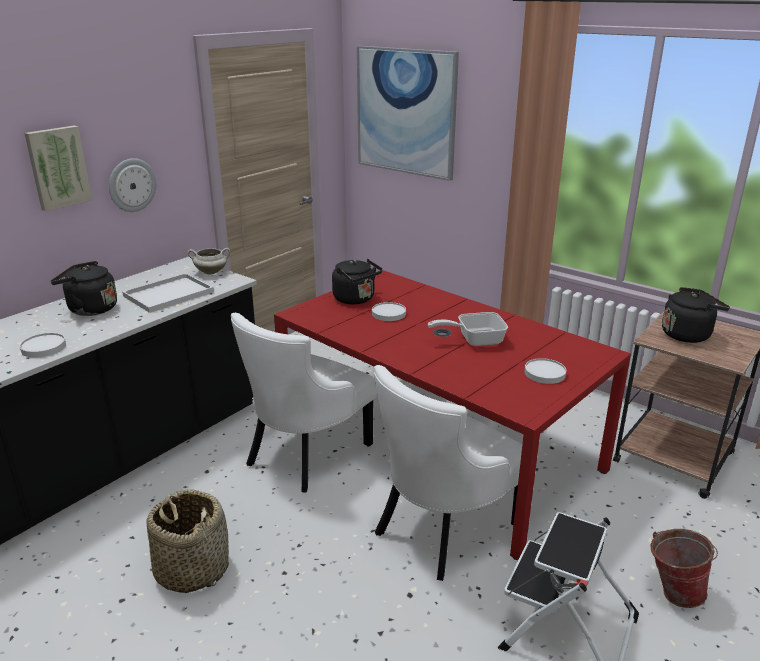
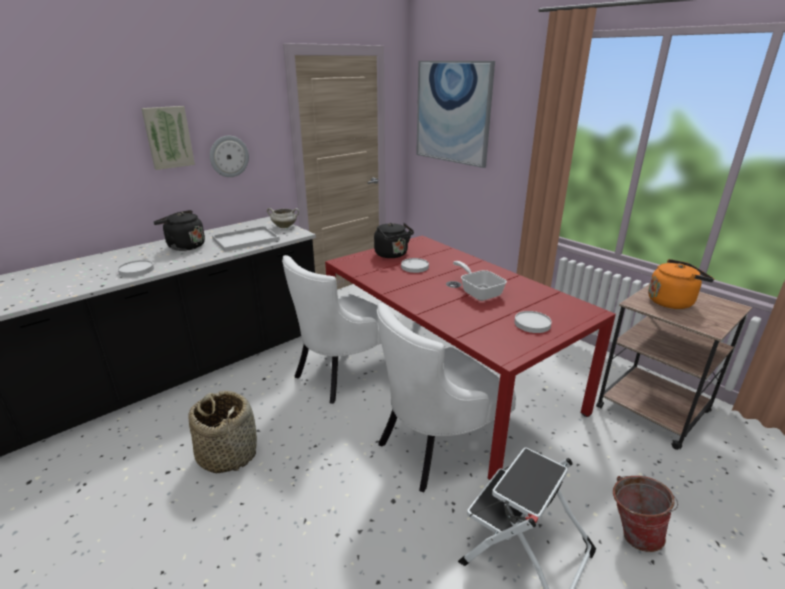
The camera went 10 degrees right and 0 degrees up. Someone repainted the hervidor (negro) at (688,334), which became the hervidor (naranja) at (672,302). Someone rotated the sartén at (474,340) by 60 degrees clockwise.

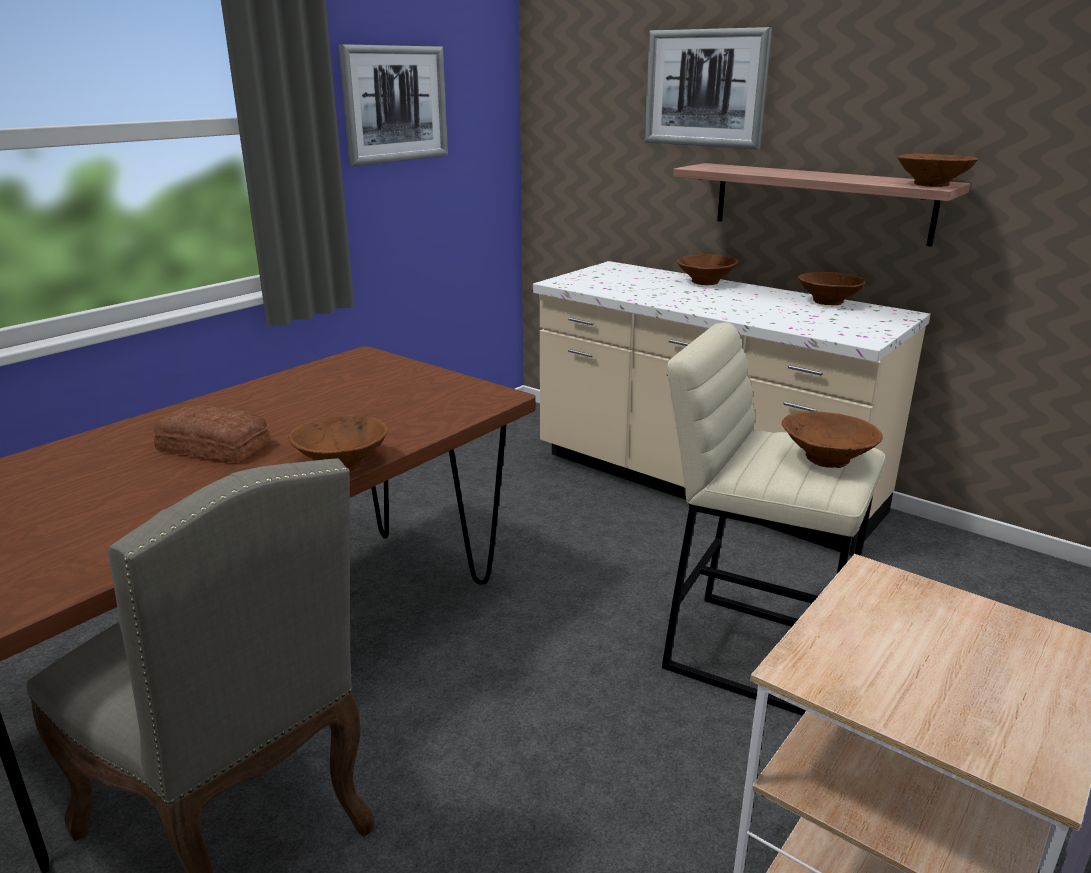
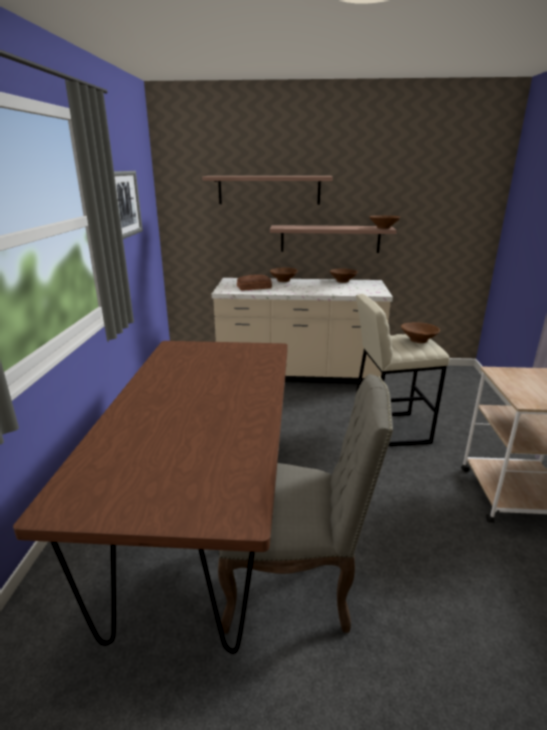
The camera went 35 degrees left and 0 degrees up. Someone took away the cuenco (marrón) at (343,463). Someone carried the pan from (214,446) to (253,287). Someone swapped the cuadro at (705,88) for the estante at (269,190).

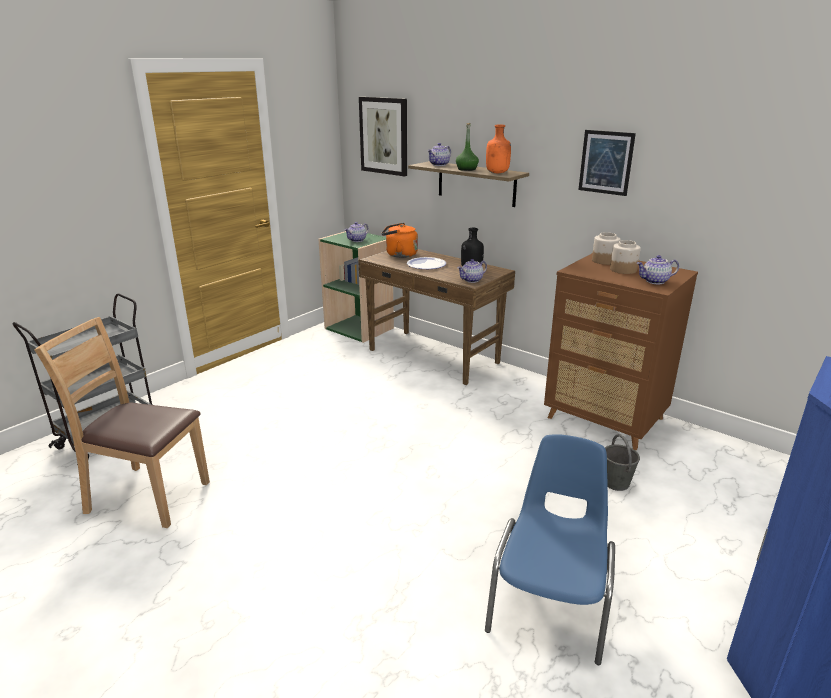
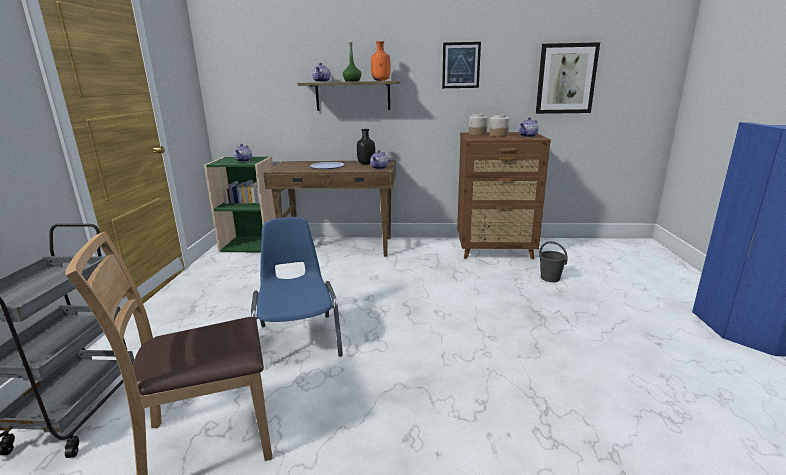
The camera went 35 degrees left and 5 degrees down. Someone took away the hervidor (naranja) at (399,255). Someone carried the cuadro from (384,136) to (566,79). Someone carried the silla (azul) from (550,602) to (298,339).

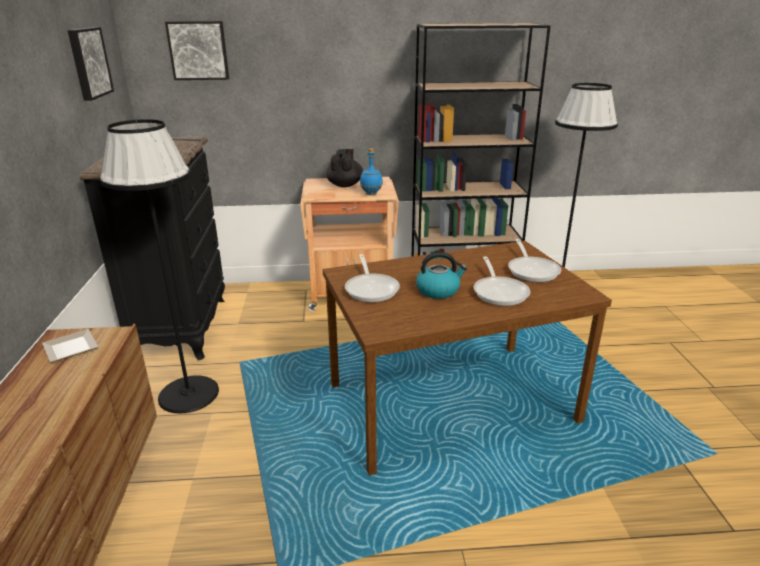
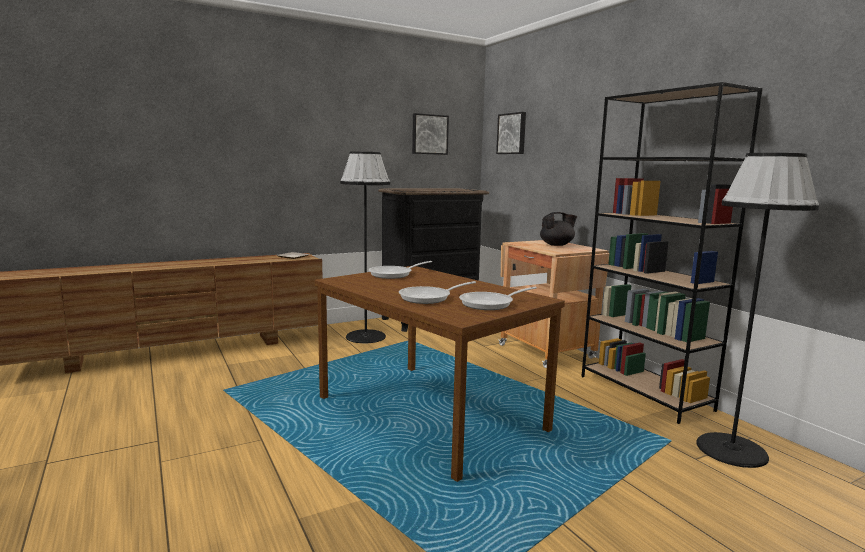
The camera went 65 degrees right and 15 degrees down. Someone took away the botella (azul) at (371,194). Someone took away the hervidor at (438,290).

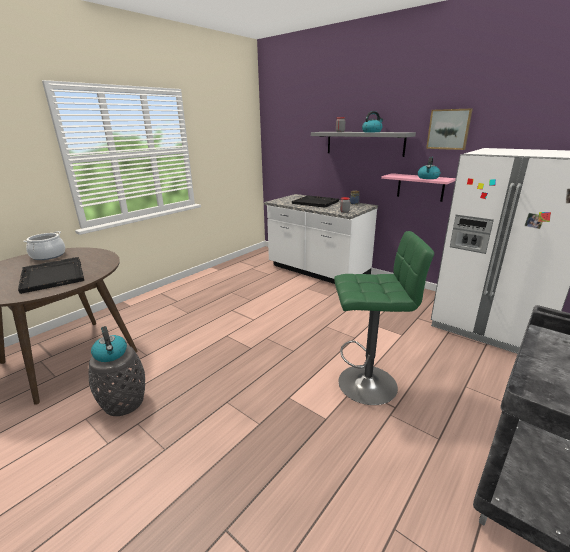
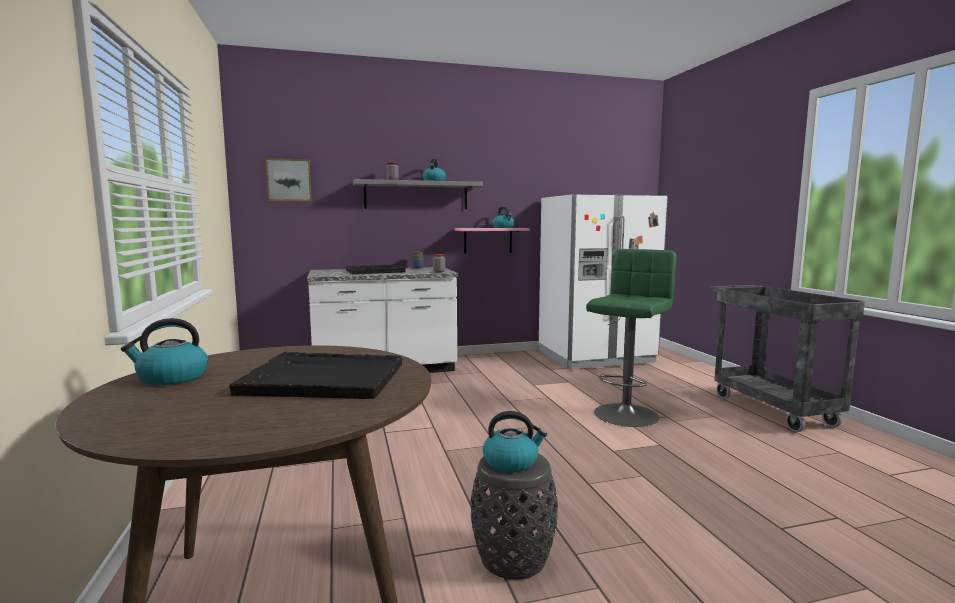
The camera went 55 degrees left and 15 degrees down. Someone carried the cuadro from (449,129) to (289,180). Someone swapped the olla at (48,256) for the hervidor at (171,378).

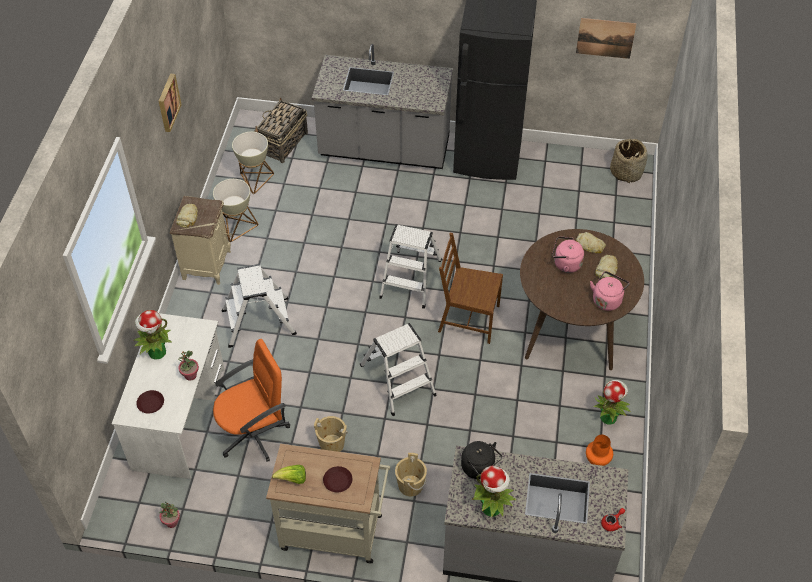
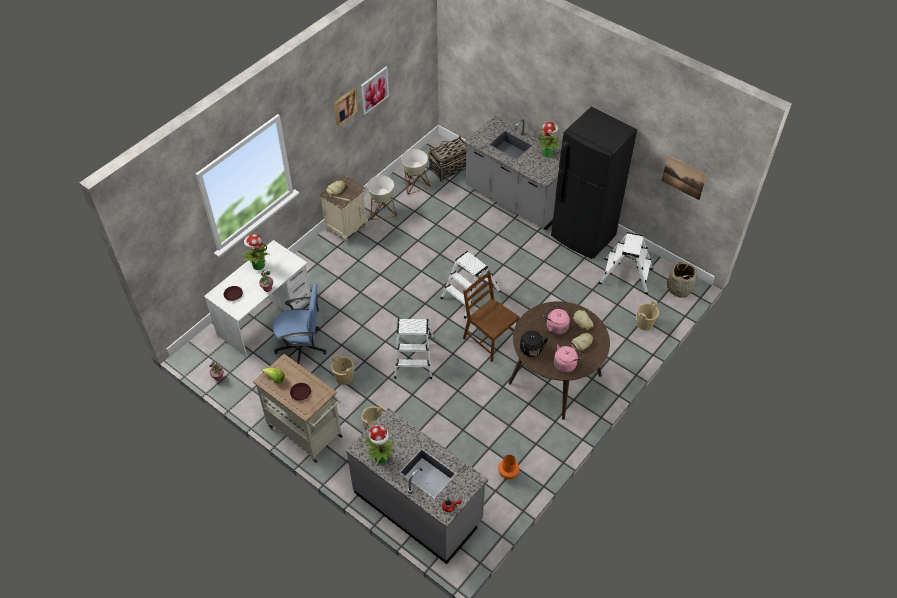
The camera went 30 degrees right and 0 degrees up. Someone put up the cuadro at (374,90). Someone put down the cubo (beis) at (645,323). Someone carried the escalera de tijera (blanco) from (258,322) to (625,276). Someone carried the hervidor (negro) from (479,468) to (531,350). Someone carried the planta en maceta from (608,417) to (547,153). Someone repainted the silla de oficina (naranja) at (254,433), which became the silla de oficina (azul) at (302,347).

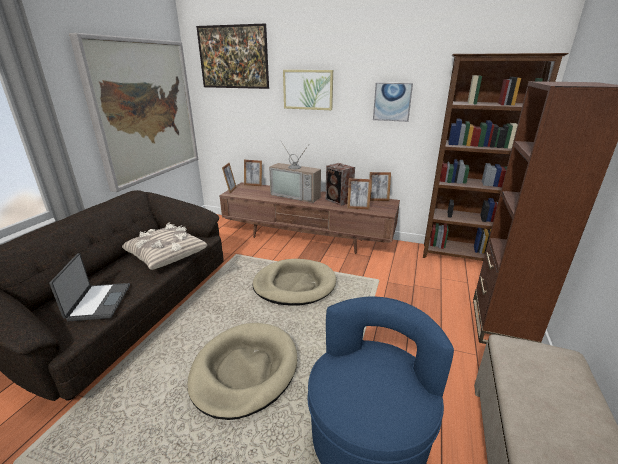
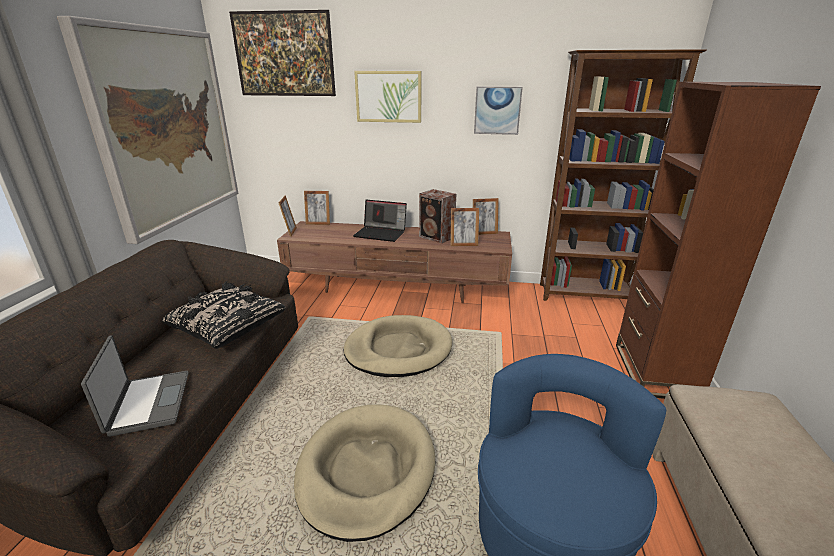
The camera went 10 degrees left and 0 degrees up. Someone swapped the televisor at (297,195) for the portátil at (381,233). Someone repainted the cojín (beis) at (167,257), which became the cojín (negro) at (228,329).

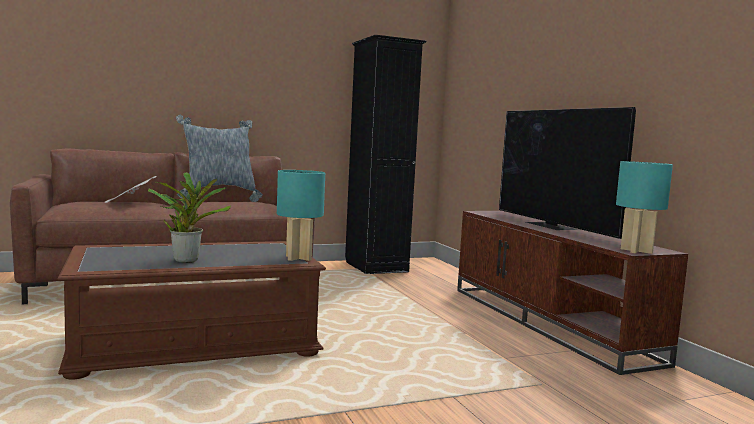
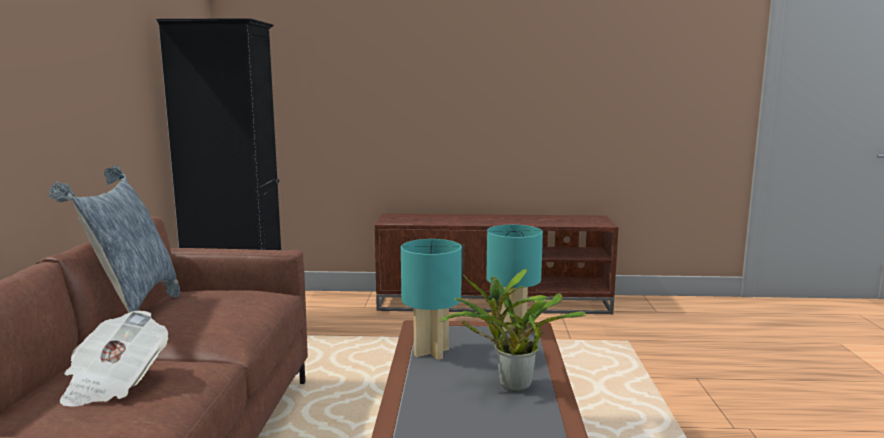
The camera went 65 degrees left and 5 degrees up. Someone took away the televisor at (552,225). Someone carried the lámpara de mesa (turquesa) from (636,251) to (432,352).

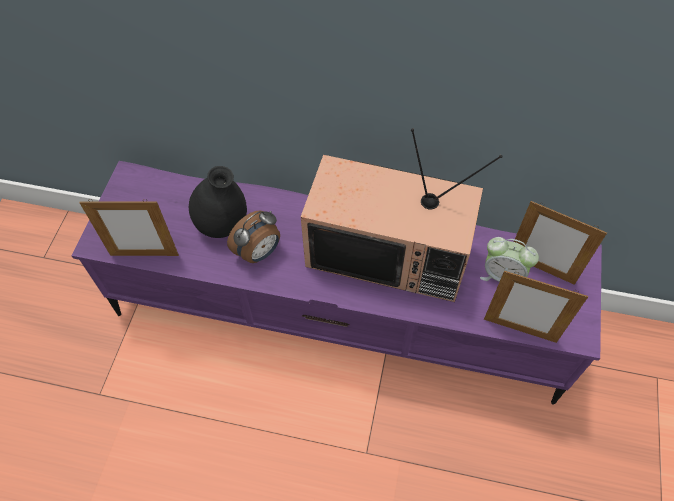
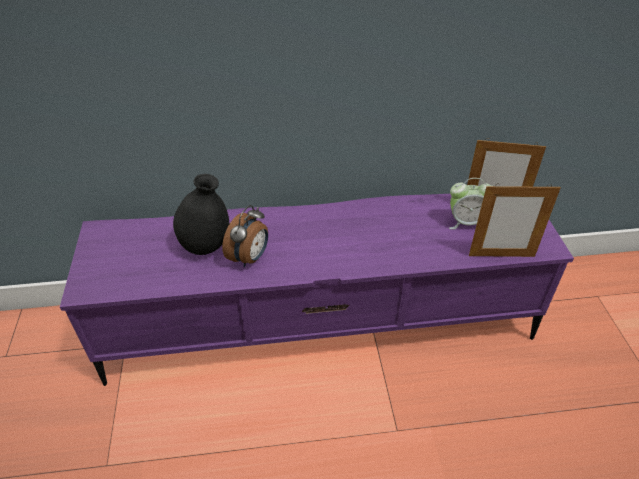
The camera went 20 degrees left and 15 degrees down. Someone took away the portarretratos at (144,255). Someone took away the televisor at (390,251).

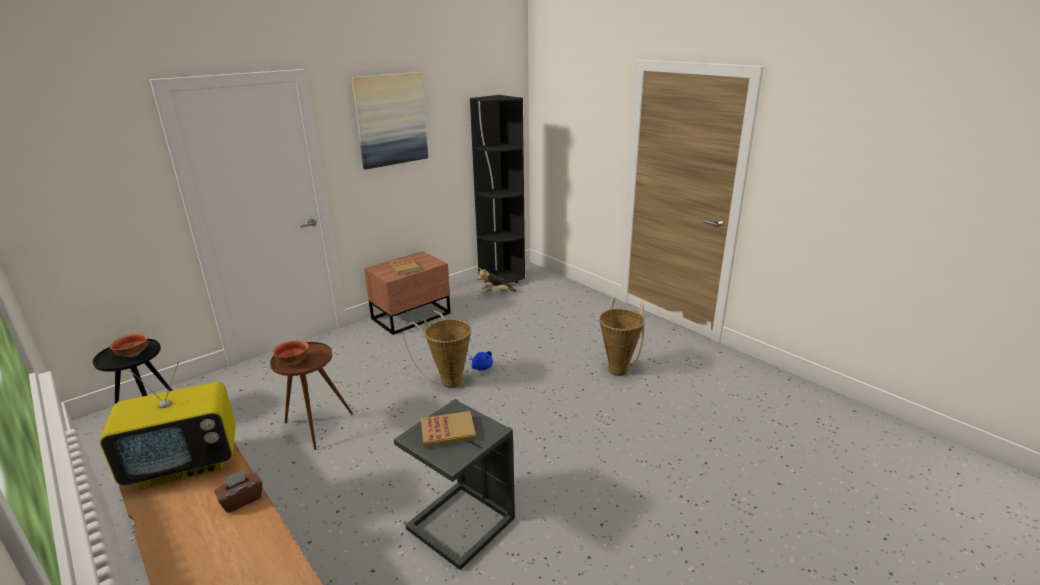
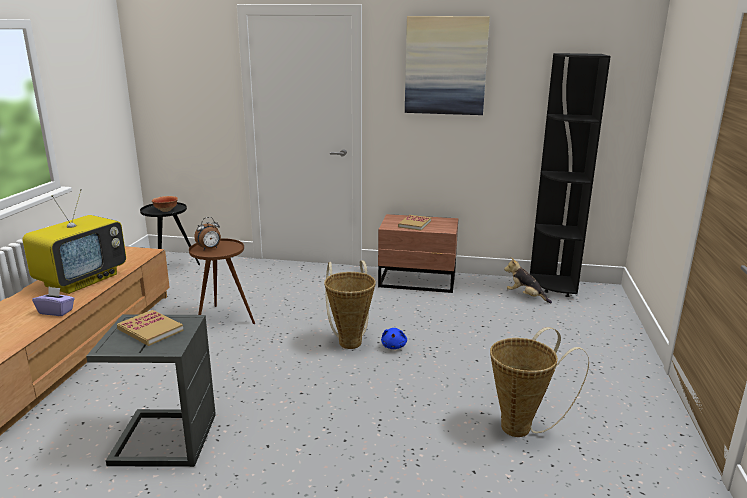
The camera went 50 degrees right and 5 degrees down. Someone swapped the cuenco at (293,361) for the despertador at (210,249). Someone repainted the caja de pañuelos (marrón) at (242,500), which became the caja de pañuelos (morado) at (56,312). Someone rotated the televisor at (186,464) by 90 degrees counterclockwise.

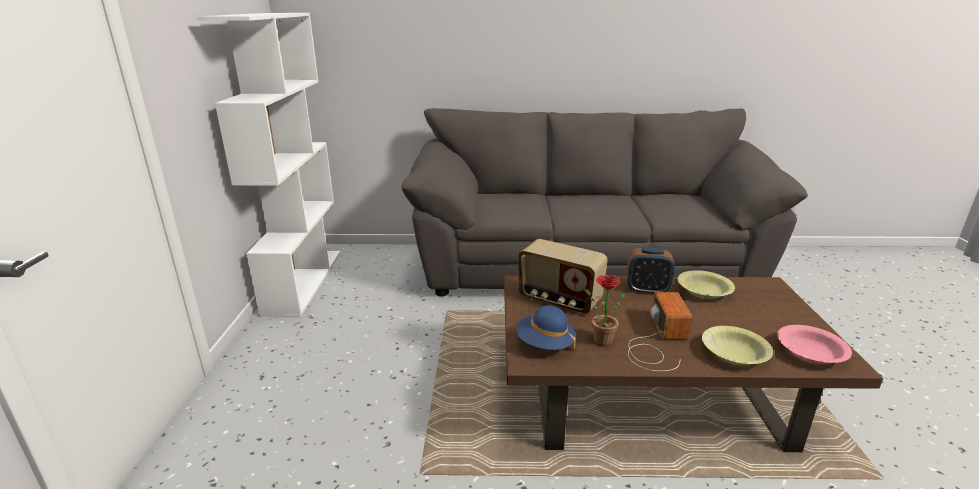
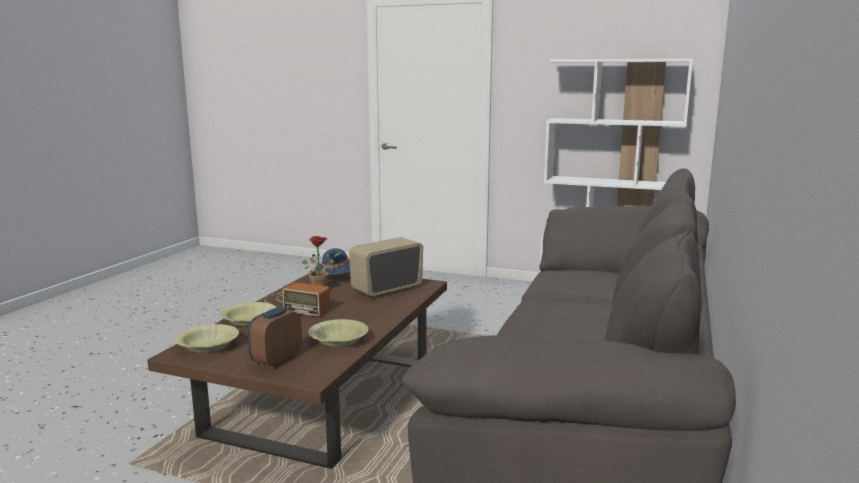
The camera went 110 degrees right and 10 degrees down. Someone carried the despertador from (647,290) to (276,361). Someone repainted the cuenco (rosa) at (810,353), which became the cuenco (amarillo) at (208,346).

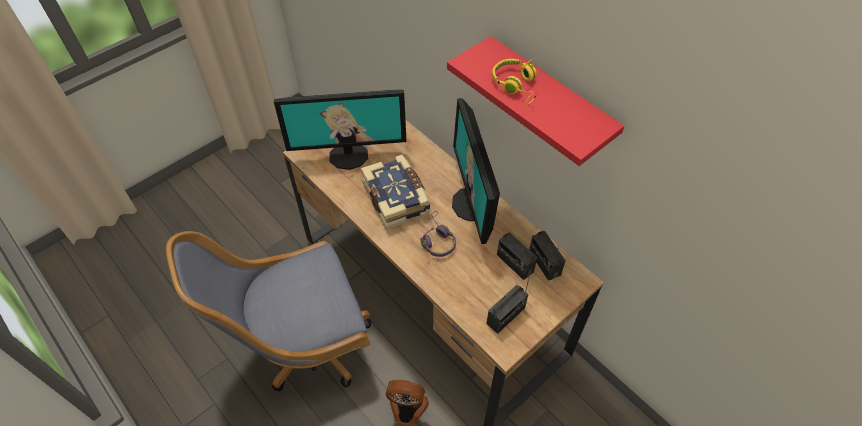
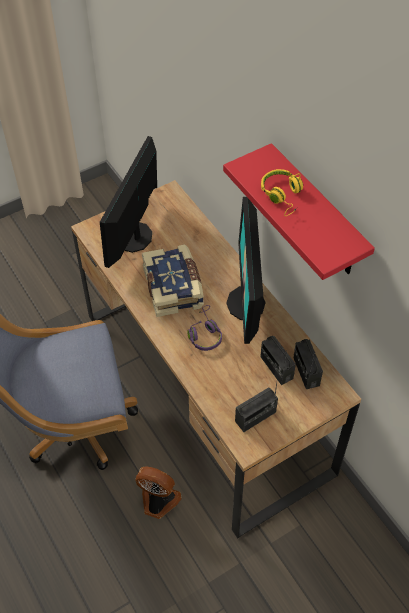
The camera went 10 degrees right and 0 degrees up. Someone rotated the monitor at (348,155) by 105 degrees clockwise.

